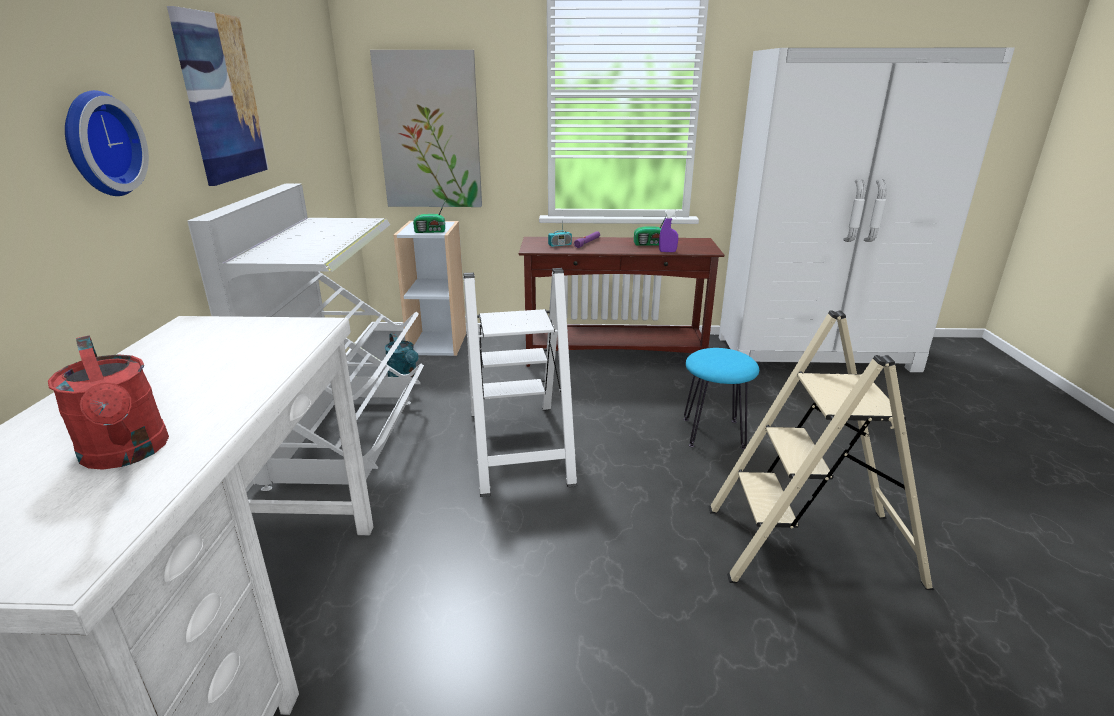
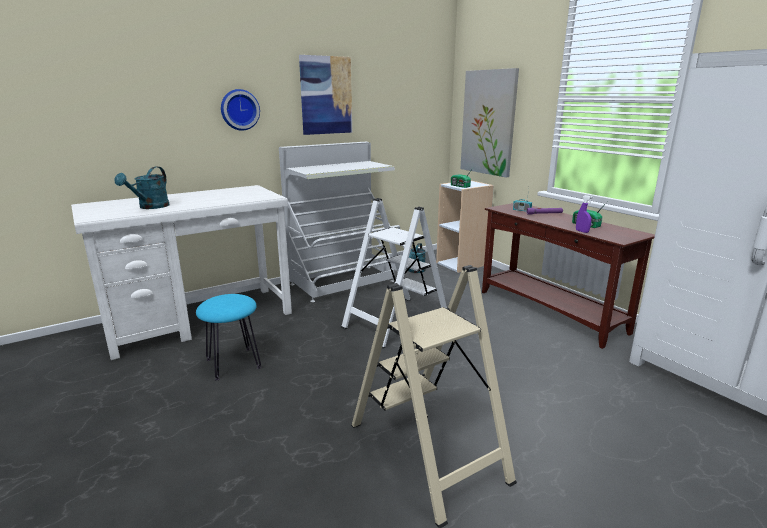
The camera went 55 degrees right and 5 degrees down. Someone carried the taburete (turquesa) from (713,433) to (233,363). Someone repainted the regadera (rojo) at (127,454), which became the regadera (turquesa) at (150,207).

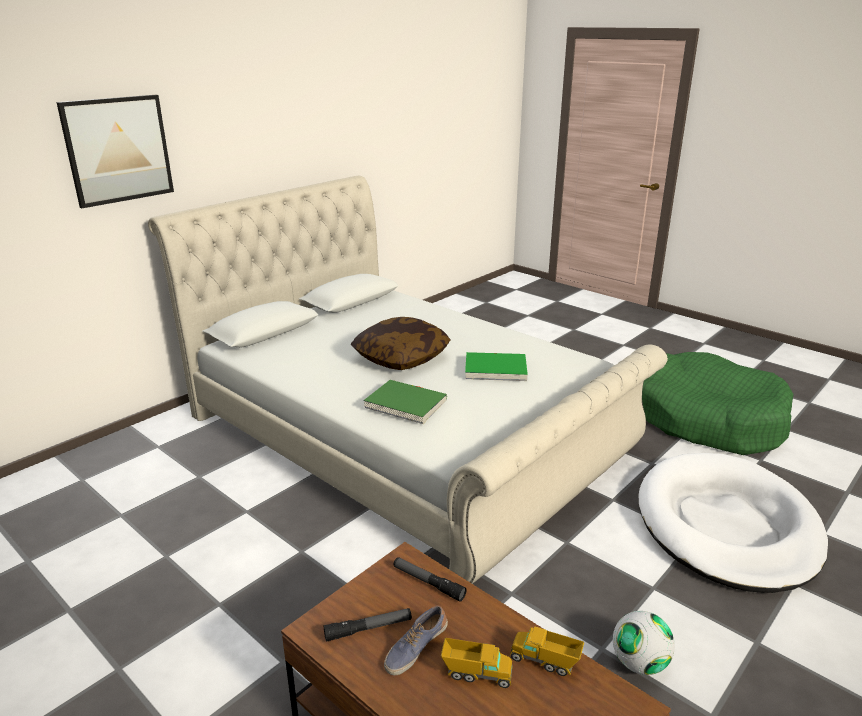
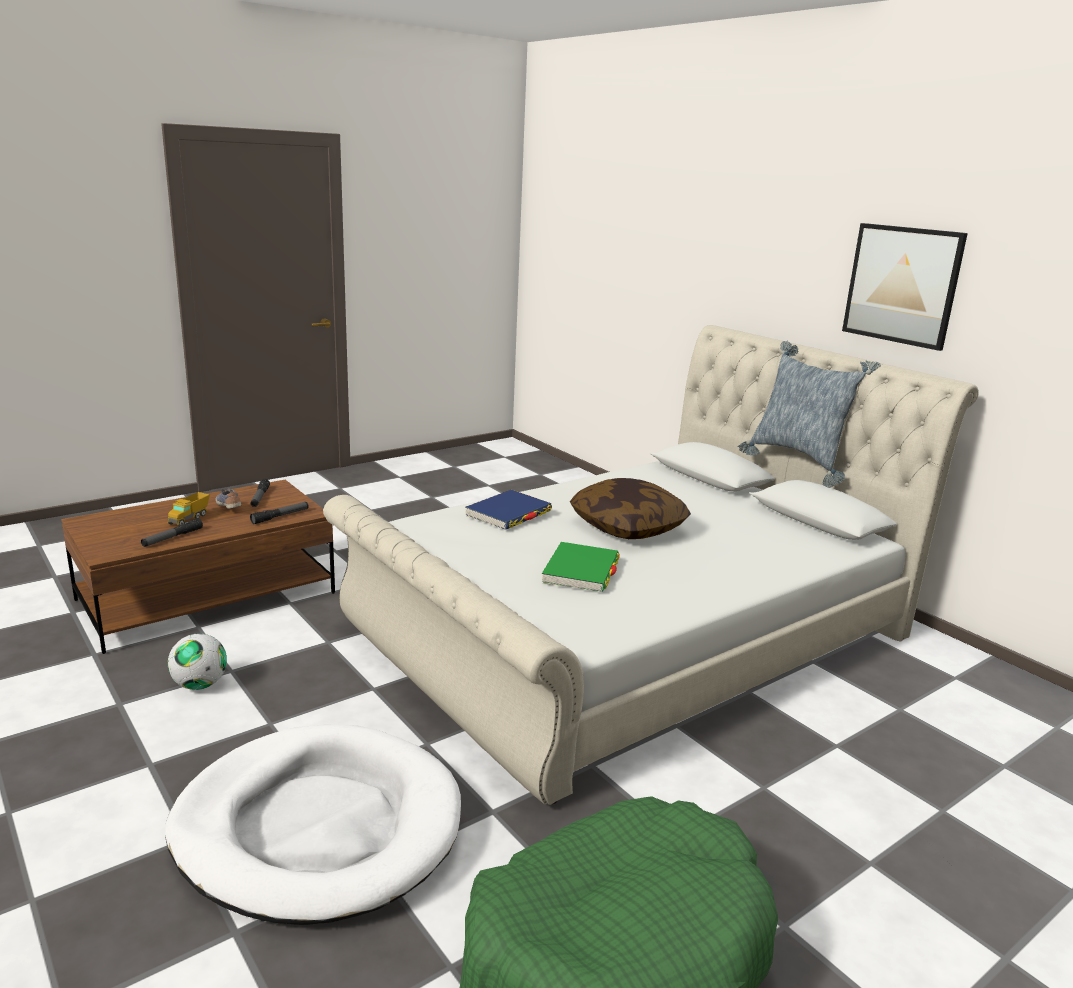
The camera went 100 degrees right and 5 degrees down. Someone put down the cojín at (798,469). Someone carried the cuadro from (118,150) to (902,285). Someone swapped the camión de juguete at (545,661) for the linterna at (172,538). Someone repainted the libro (verde) at (406,404), which became the libro (azul) at (508,514).

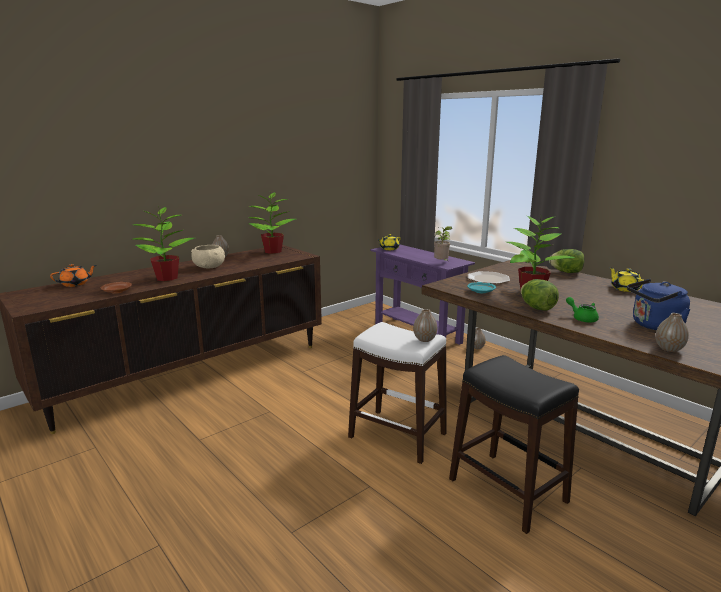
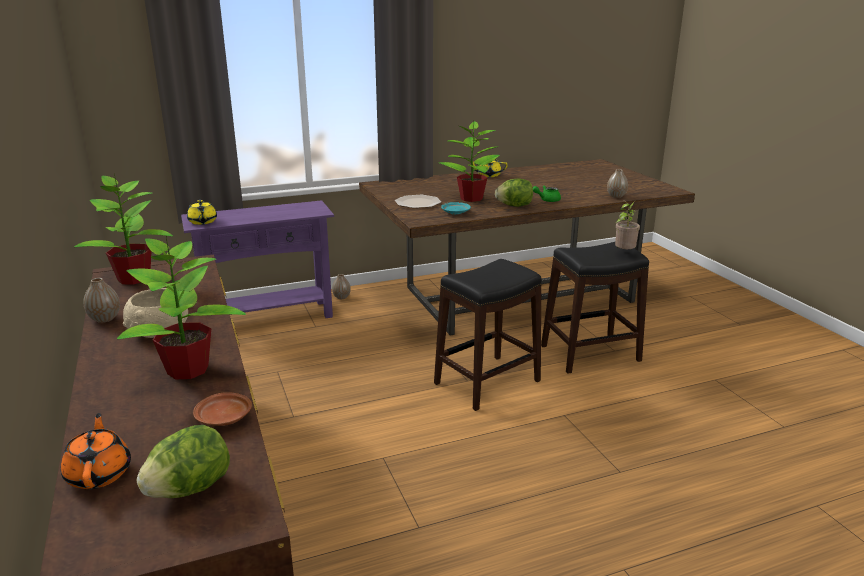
The camera went 70 degrees left and 5 degrees up. Someone took away the florero at (424,339). Someone took away the hervidor (azul) at (654,326). Someone carried the planta en maceta from (442,263) to (623,253). Someone carried the lechuga from (566,272) to (190,489). Someone repainted the taburete (blanco) at (397,436), which became the taburete (negro) at (488,382).

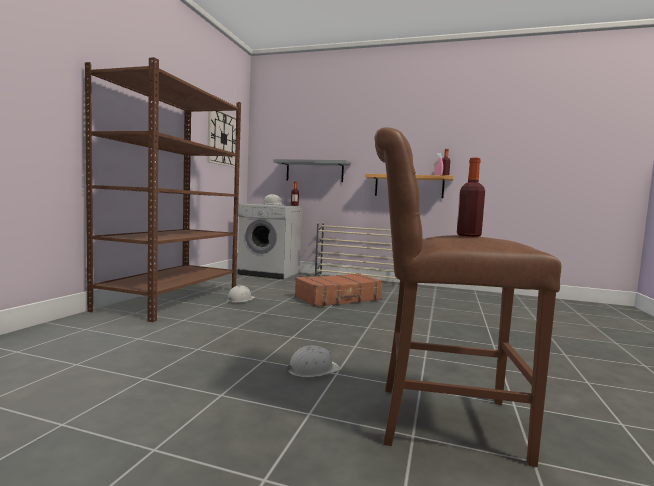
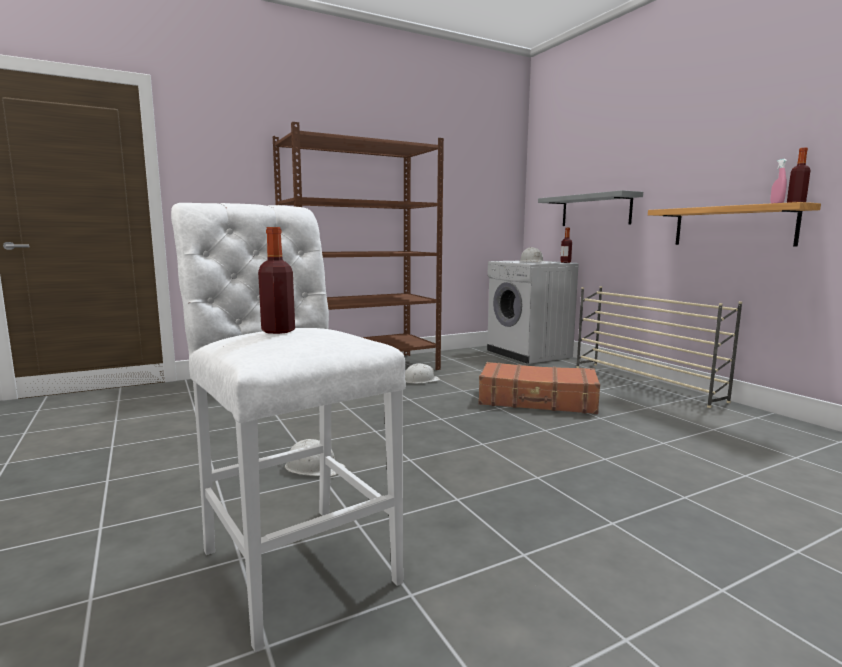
The camera went 45 degrees right and 5 degrees up. Someone took away the reloj de pared at (223,138). Someone repainted the taburete (marrón) at (438,419), which became the taburete (blanco) at (295,559).

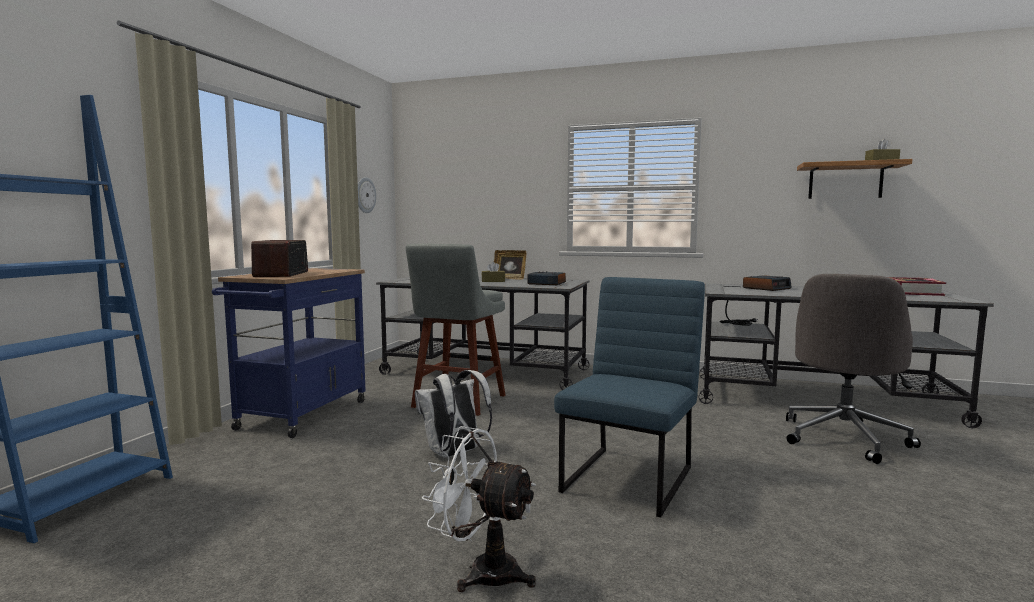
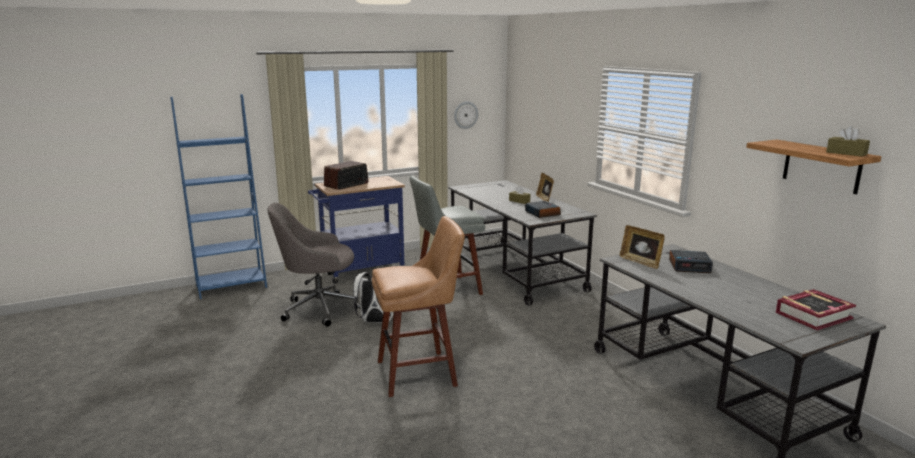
The camera went 45 degrees right and 10 degrees up. Someone took away the ventilador (blanco) at (482,571). Someone put down the portarretratos at (640,262). Someone carried the silla de oficina (gris) from (843,439) to (319,310). Someone swapped the silla (azul) at (630,477) for the taburete (marrón) at (420,373).

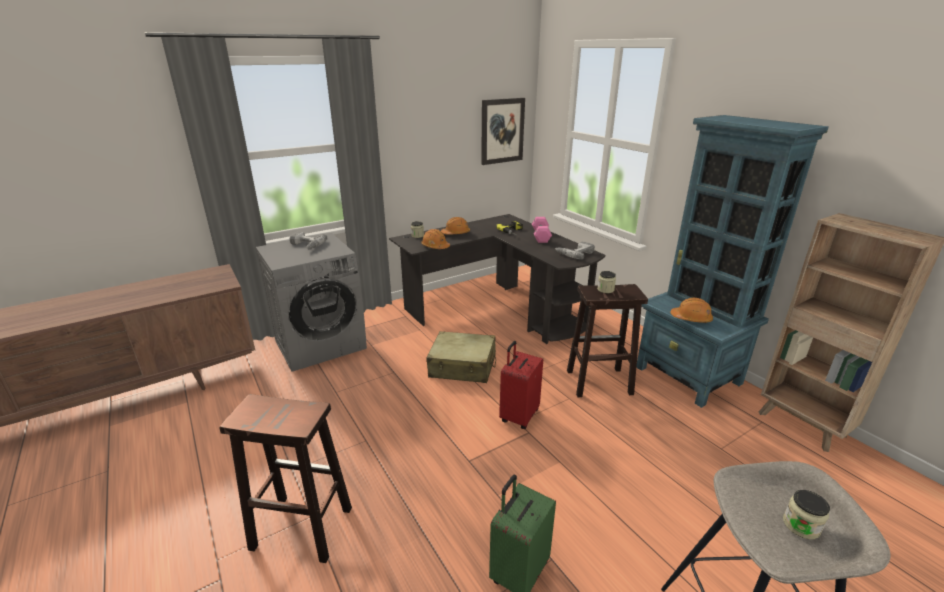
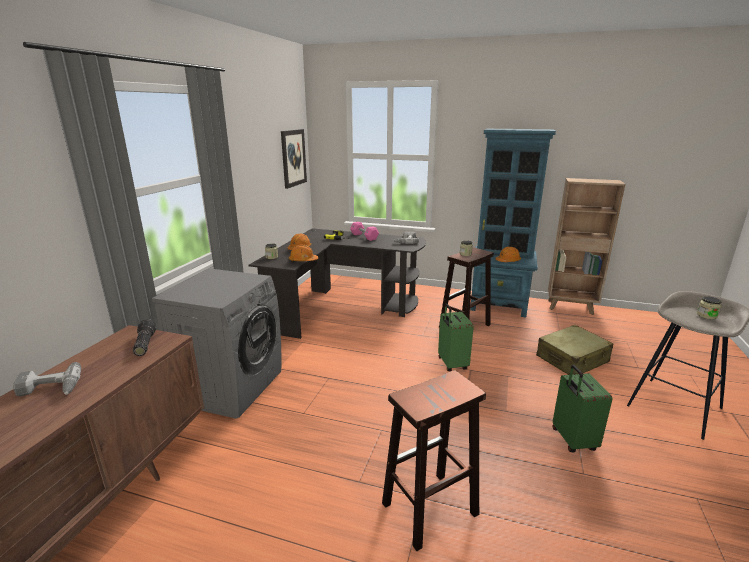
The camera went 40 degrees left and 5 degrees down. Someone put down the linterna at (144,344). Someone carried the taladro from (305,245) to (49,389). Someone carried the maleta (beis) from (462,366) to (572,359). Someone repainted the maleta (rojo) at (518,416), which became the maleta (verde) at (451,364).

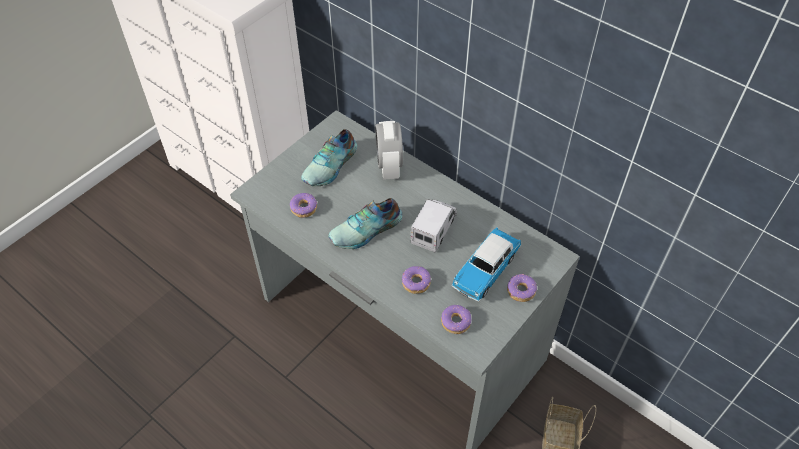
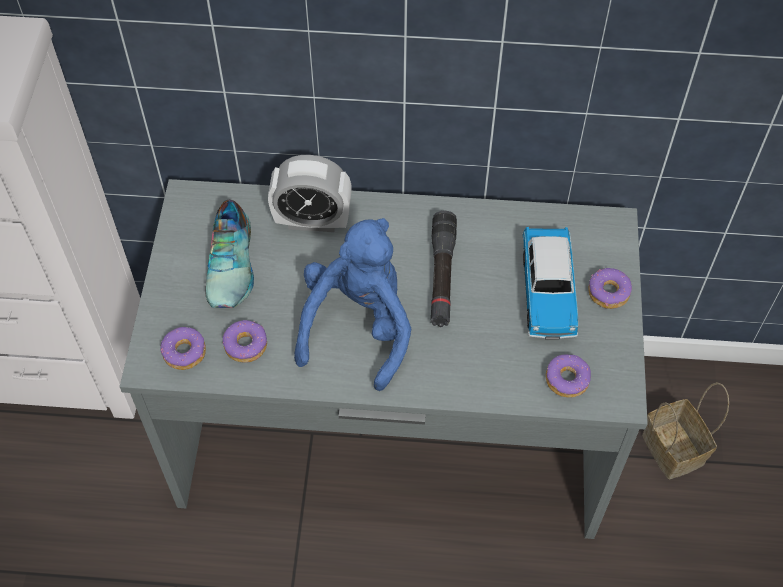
The camera went 35 degrees left and 5 degrees up. Someone carried the rosquilla from (416,283) to (185,353). Someone swapped the zapato at (367,231) for the peluche (azul) at (358,326). Someone swapped the camión de juguete at (434,230) for the linterna (negro) at (442,275). Someone rotated the despertador at (389,166) by 45 degrees counterclockwise.

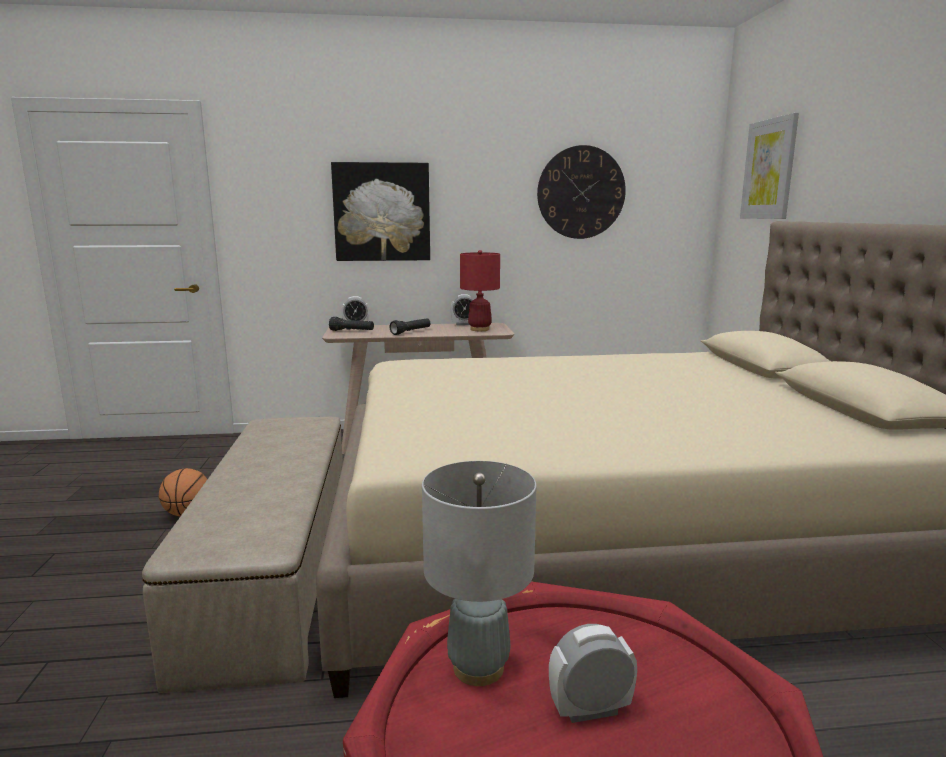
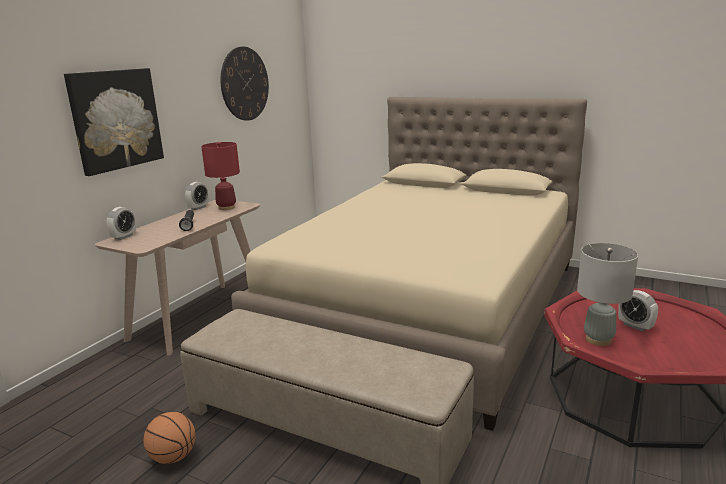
The camera went 55 degrees left and 5 degrees up. Someone took away the linterna (negro) at (352,331). Someone took away the cuadro at (769,169). Someone rotated the despertador at (590,710) by 60 degrees counterclockwise.

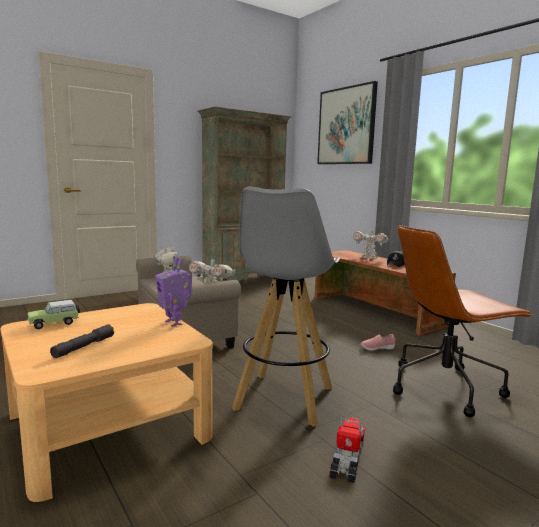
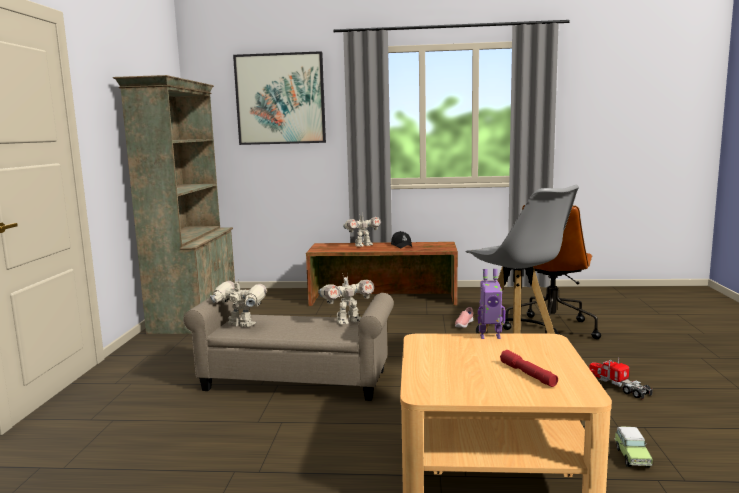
The camera went 50 degrees left and 0 degrees up. Someone carried the coche de juguete from (55,323) to (631,456). Someone repainted the linterna (gris) at (84,347), which became the linterna (rojo) at (528,374).

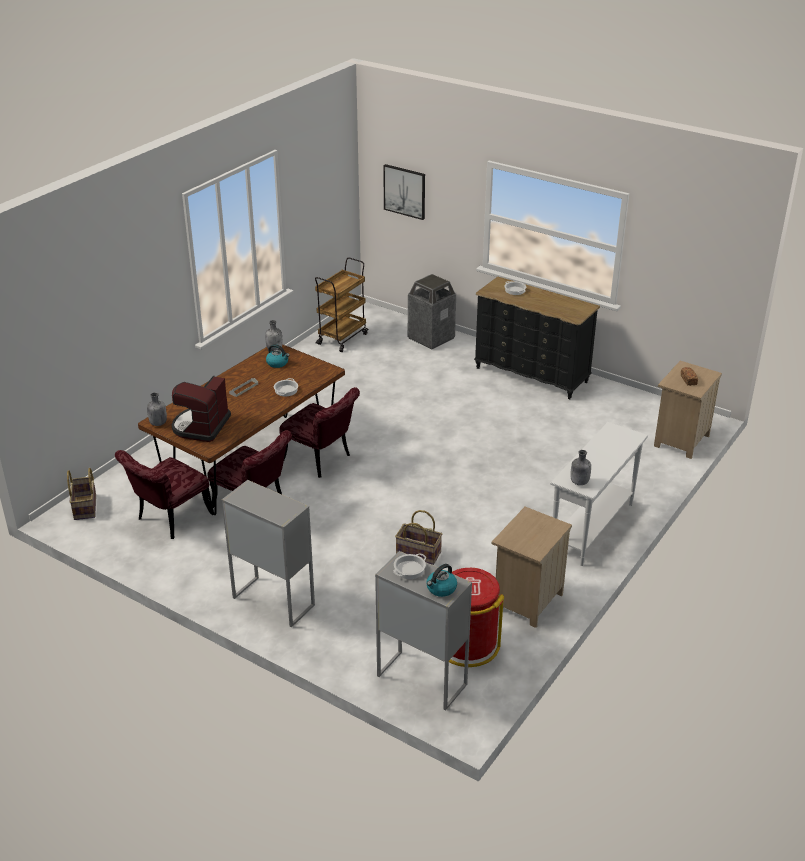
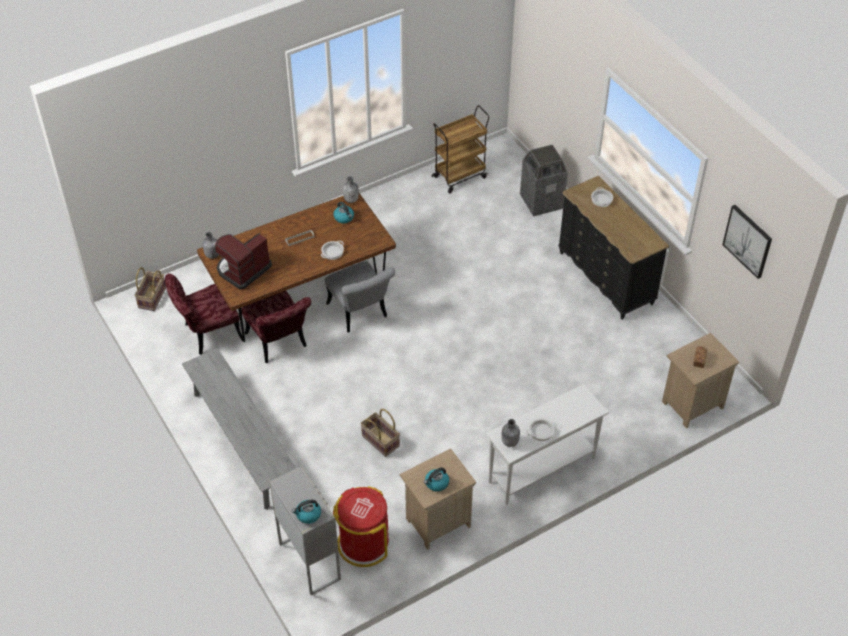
The camera went 25 degrees right and 15 degrees up. Someone put down the hervidor at (436,483). Someone carried the cuadro from (405,191) to (748,241). Someone carried the olla from (409,570) to (541,432). Someone swapped the armario (gris) at (273,600) for the banco (gris) at (243,443). Someone repainted the silla (rojo) at (322,460), which became the silla (gris) at (360,314).

